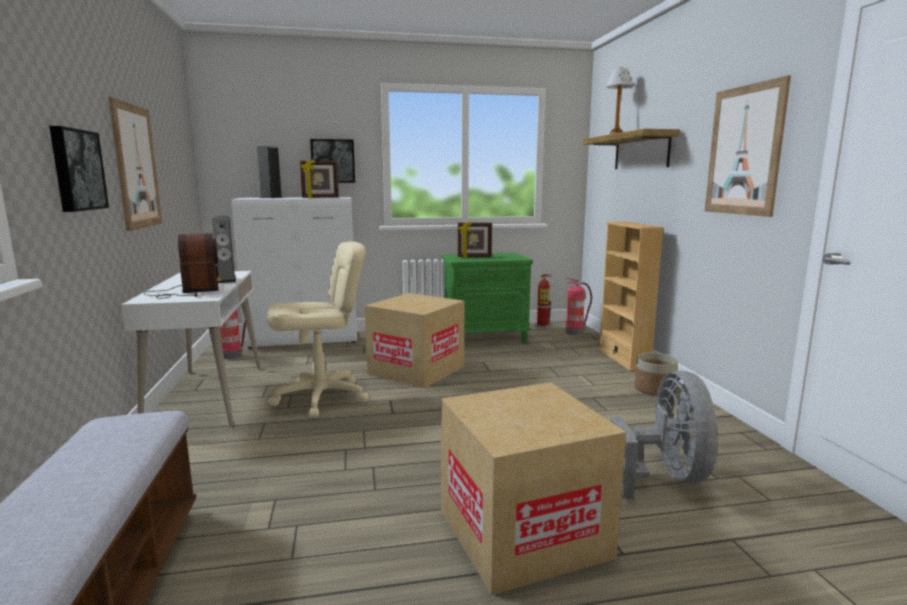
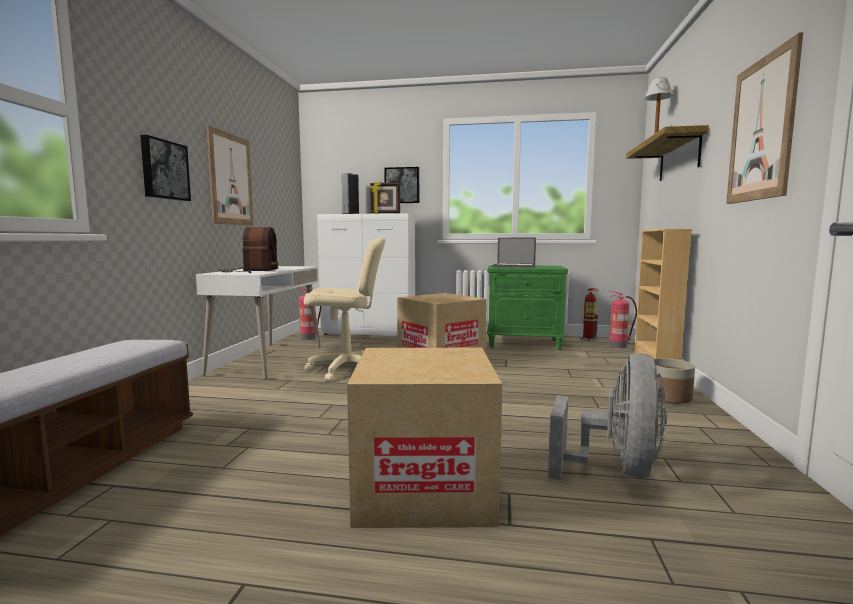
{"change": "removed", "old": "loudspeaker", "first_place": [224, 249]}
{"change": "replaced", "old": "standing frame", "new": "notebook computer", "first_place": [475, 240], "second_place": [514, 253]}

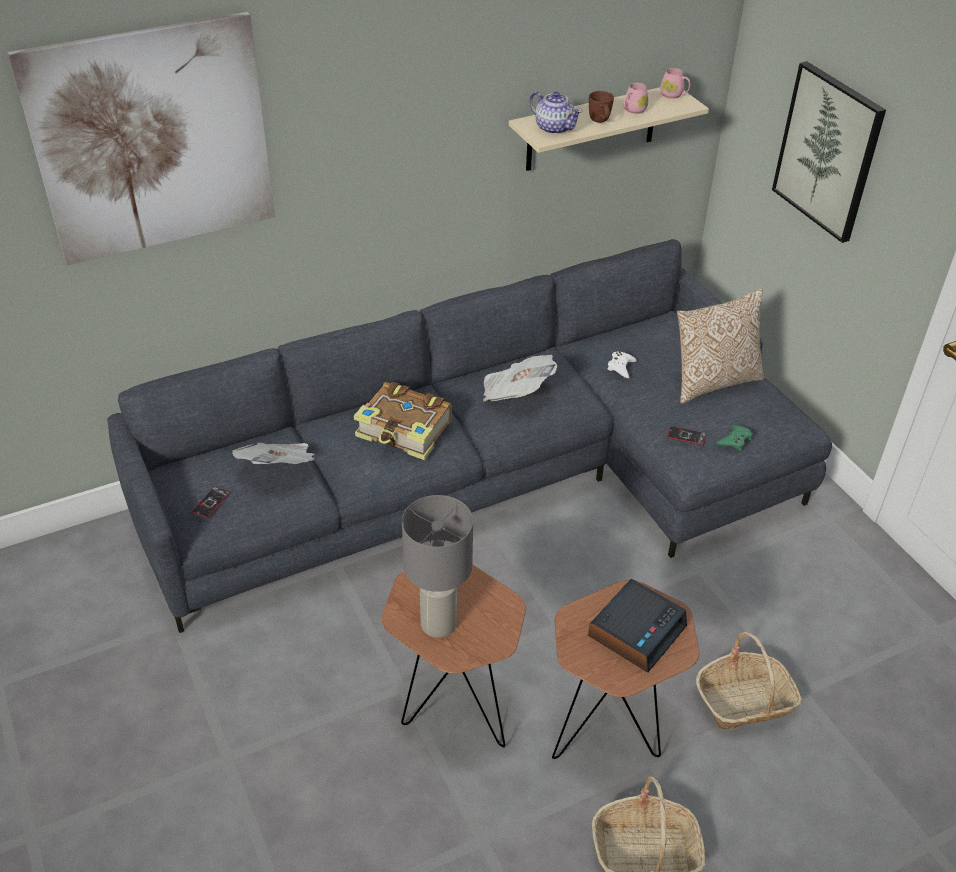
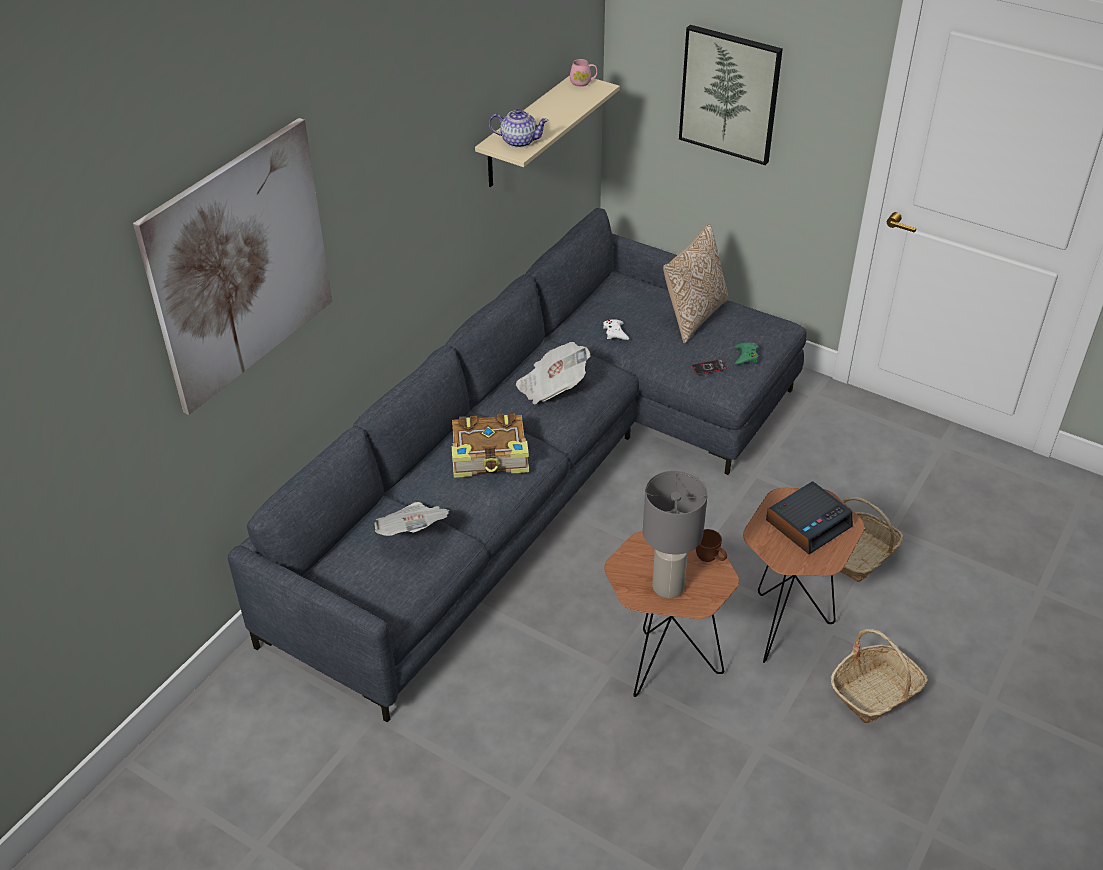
{"change": "removed", "old": "handset", "first_place": [211, 502]}
{"change": "removed", "old": "pink tea mug", "first_place": [635, 98]}
{"change": "moved", "old": "brown-coloured tea mug", "first_place": [601, 107], "second_place": [711, 545]}
{"change": "turned", "old": "bedside clock", "first_place": [637, 626], "second_place": [809, 517], "degrees": 45}

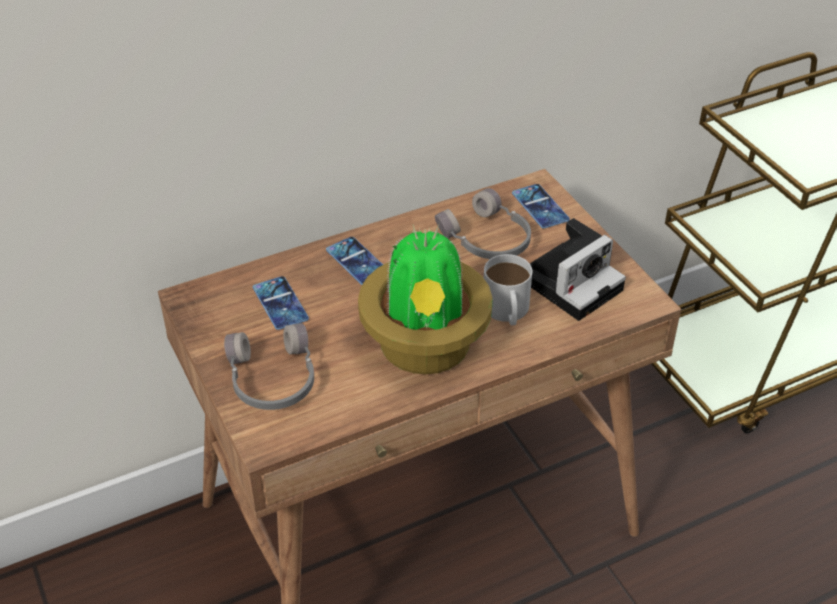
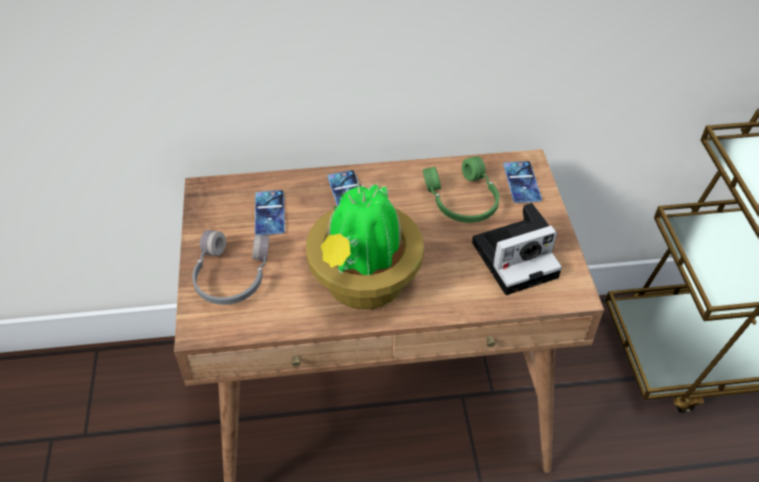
{"change": "removed", "old": "white-coloured tea mug", "first_place": [508, 289]}
{"change": "recoloured", "old": "gray pair of headphones", "new": "green pair of headphones", "first_place": [483, 223], "second_place": [461, 189]}

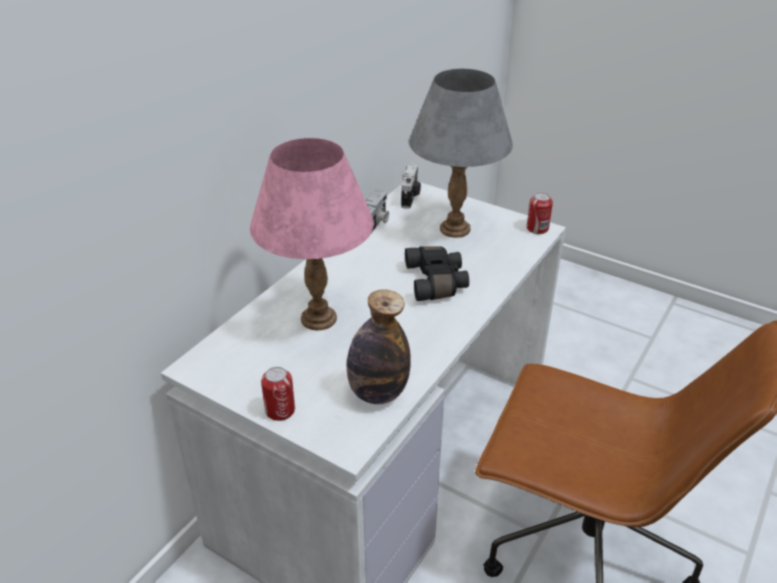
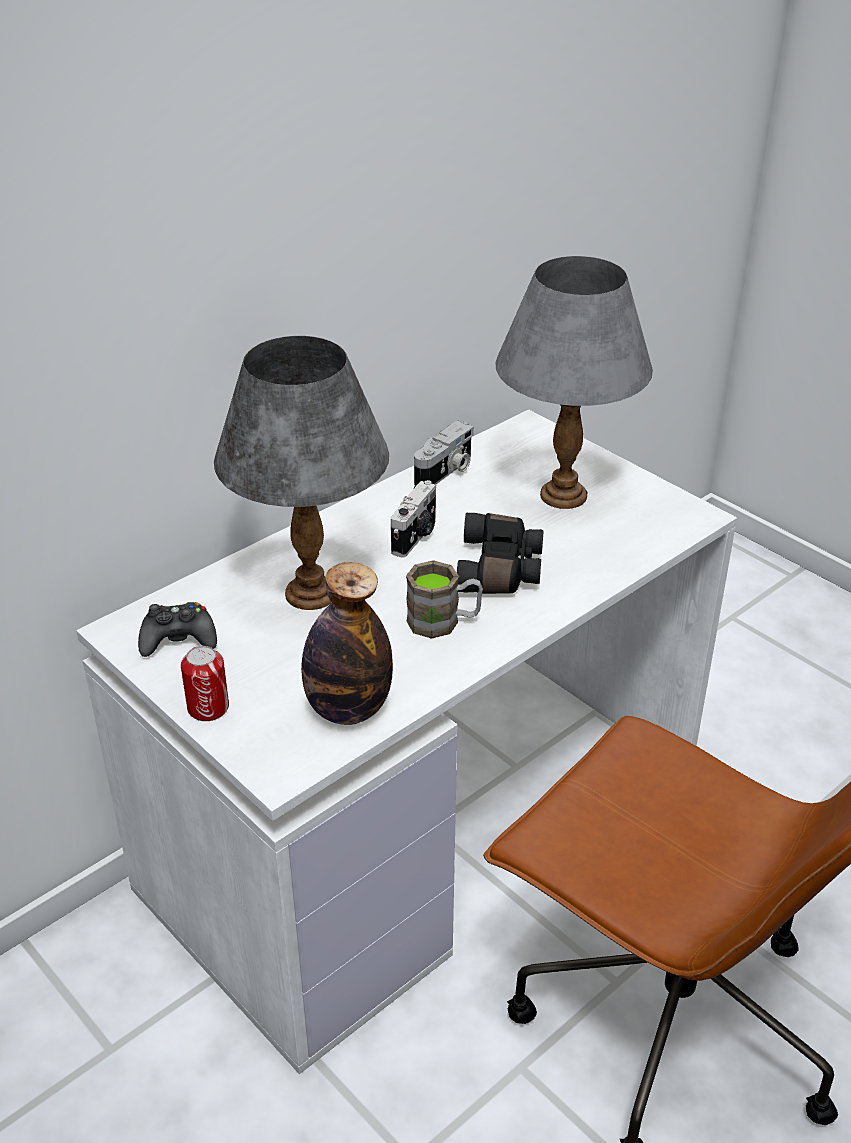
{"change": "removed", "old": "sealed can", "first_place": [540, 213]}
{"change": "added", "new": "blackish joypad", "second_place": [177, 629]}
{"change": "added", "new": "brown-coloured tea mug", "second_place": [444, 599]}
{"change": "moved", "old": "still camera", "first_place": [411, 186], "second_place": [413, 519]}
{"change": "recoloured", "old": "pink table lamp", "new": "gray table lamp", "first_place": [312, 234], "second_place": [301, 473]}

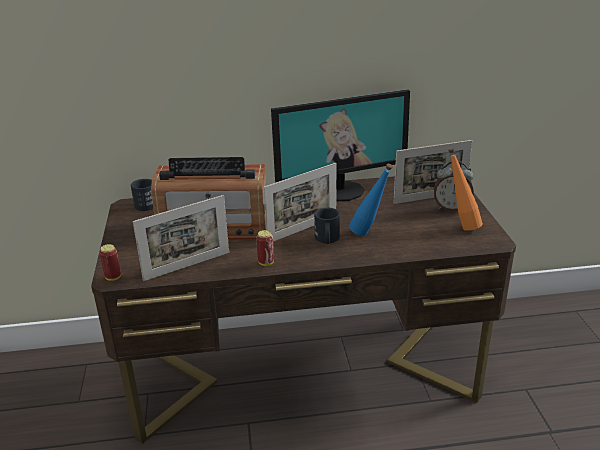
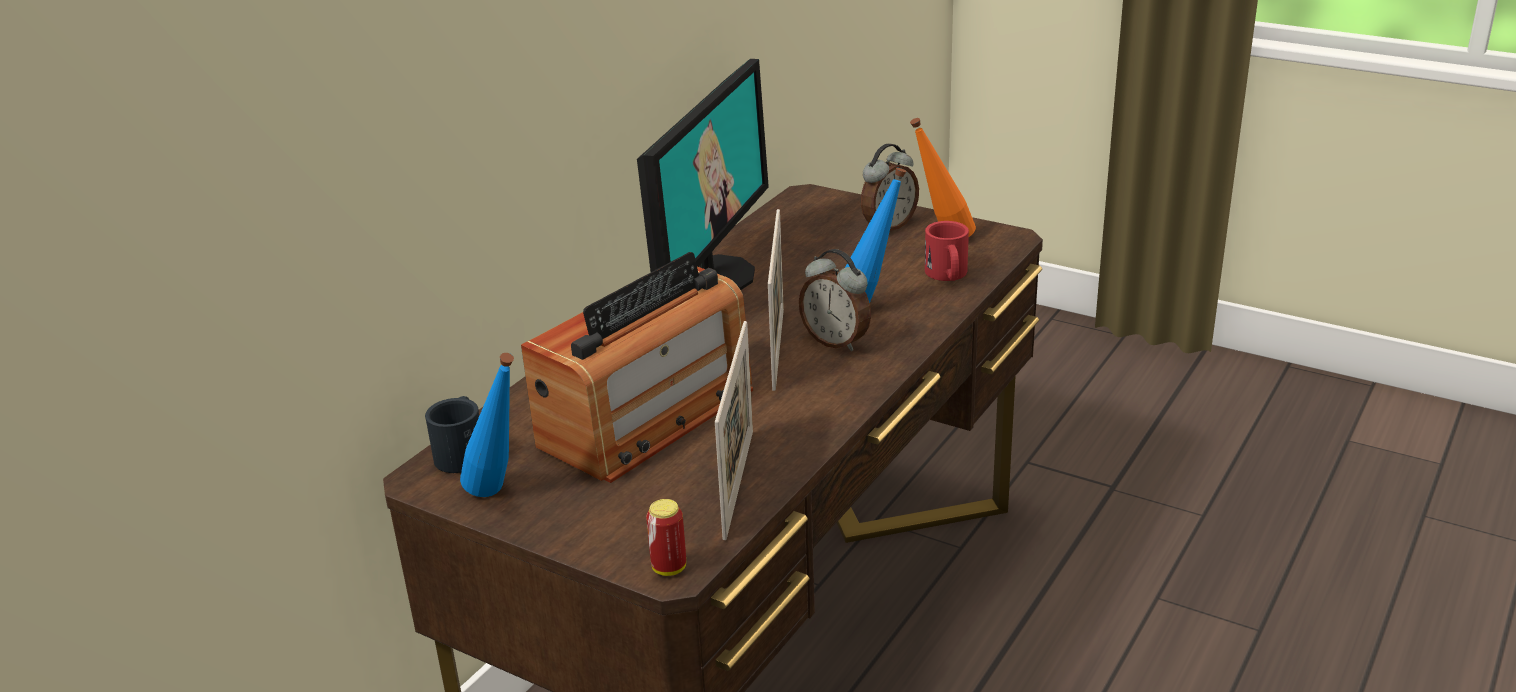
{"change": "removed", "old": "sealed can", "first_place": [265, 248]}
{"change": "removed", "old": "standing frame", "first_place": [433, 172]}
{"change": "added", "new": "bluish drink bottle", "second_place": [487, 425]}
{"change": "added", "new": "red-coloured tea mug", "second_place": [947, 251]}
{"change": "replaced", "old": "blackish tea mug", "new": "bedside clock", "first_place": [327, 225], "second_place": [835, 300]}

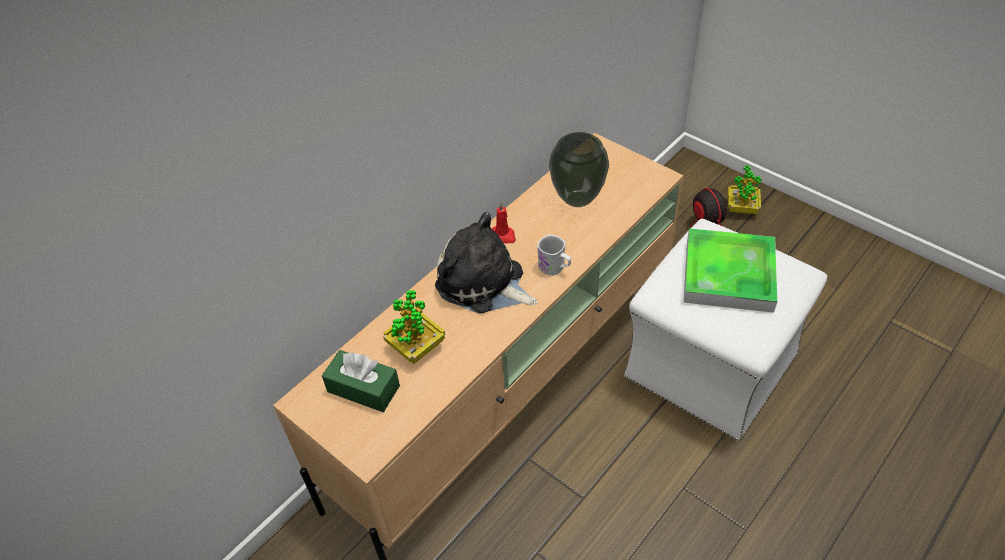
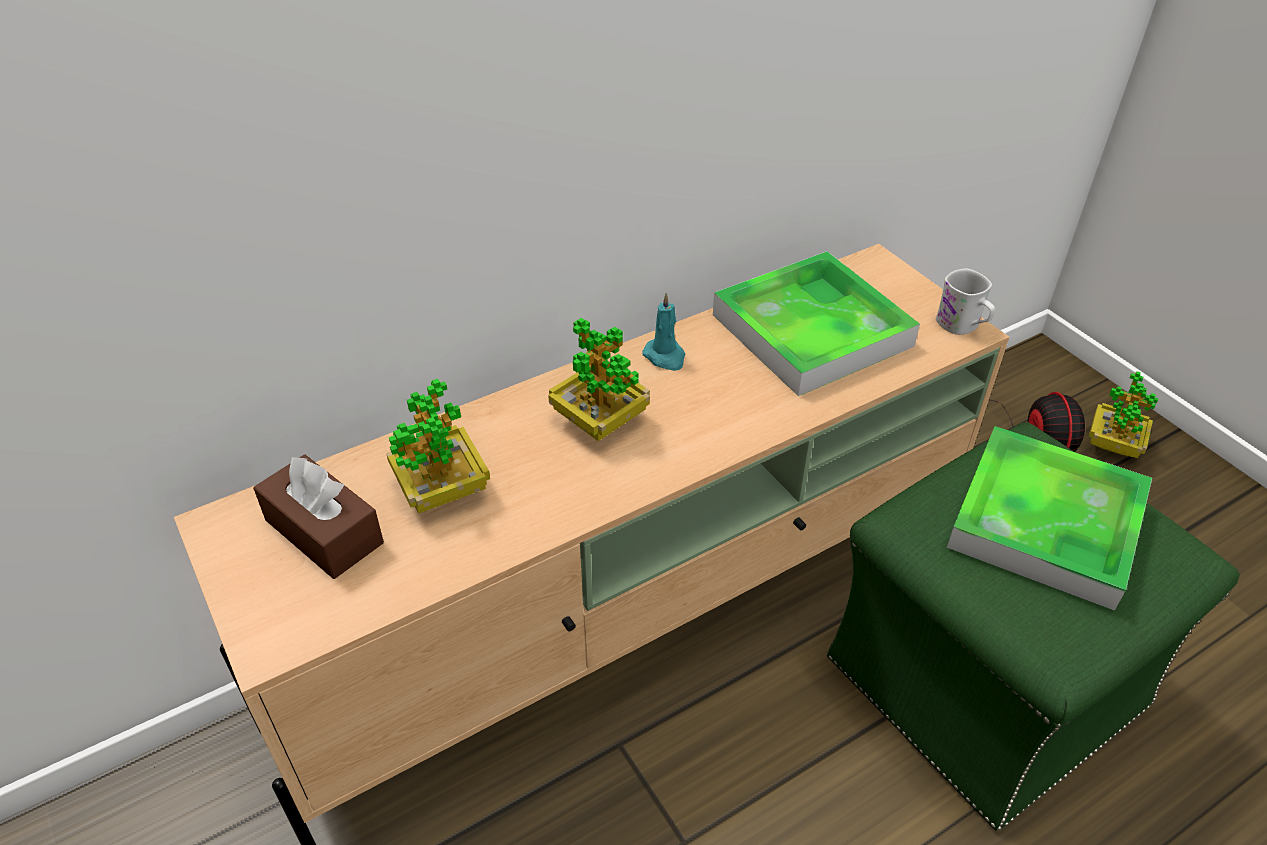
{"change": "moved", "old": "white-coloured tea mug", "first_place": [554, 255], "second_place": [965, 301]}
{"change": "replaced", "old": "soft toy", "new": "plant in a pot", "first_place": [486, 263], "second_place": [599, 379]}
{"change": "replaced", "old": "vase", "new": "serving tray", "first_place": [579, 169], "second_place": [816, 323]}
{"change": "recoloured", "old": "green tissue box", "new": "brown-coloured tissue box", "first_place": [361, 381], "second_place": [318, 516]}
{"change": "recoloured", "old": "red-coloured wax candle", "new": "turquoise wax candle", "first_place": [504, 223], "second_place": [664, 332]}
{"change": "recoloured", "old": "white-coloured footrest", "new": "green footrest", "first_place": [725, 330], "second_place": [1033, 626]}

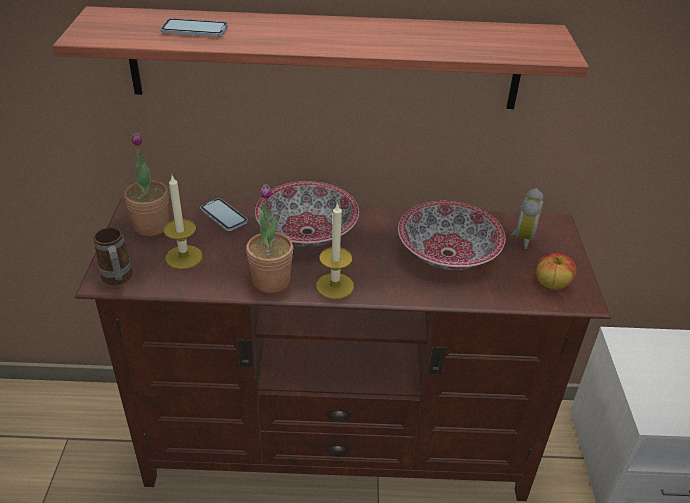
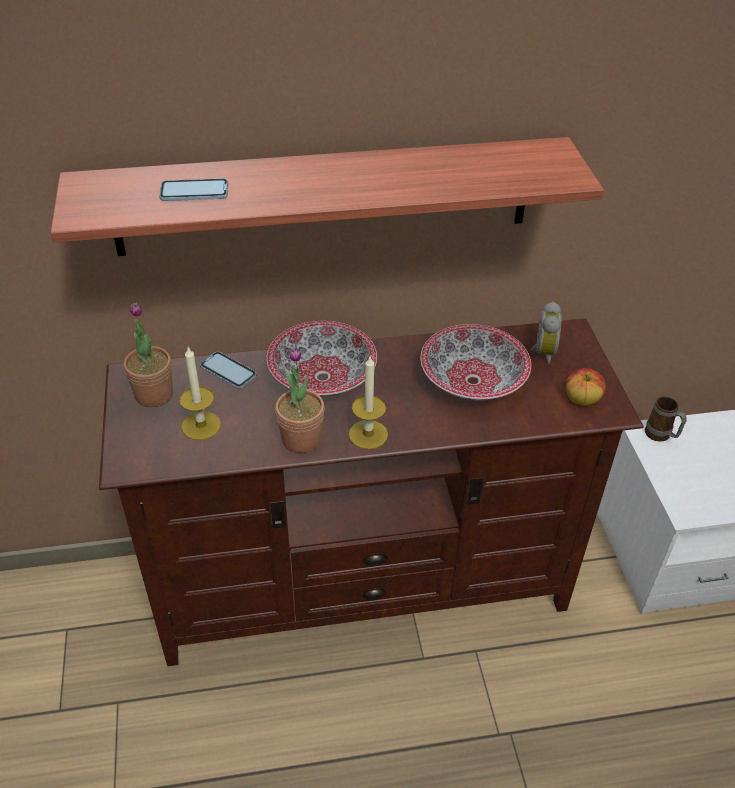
{"change": "moved", "old": "tea mug", "first_place": [113, 256], "second_place": [666, 419]}

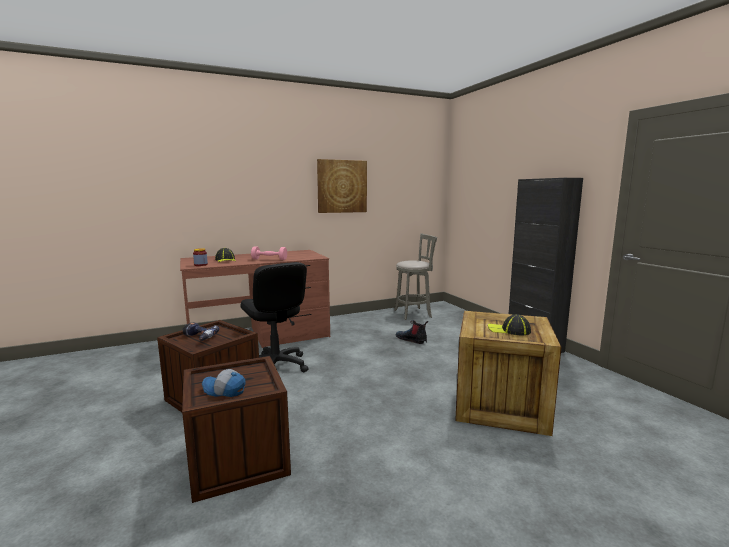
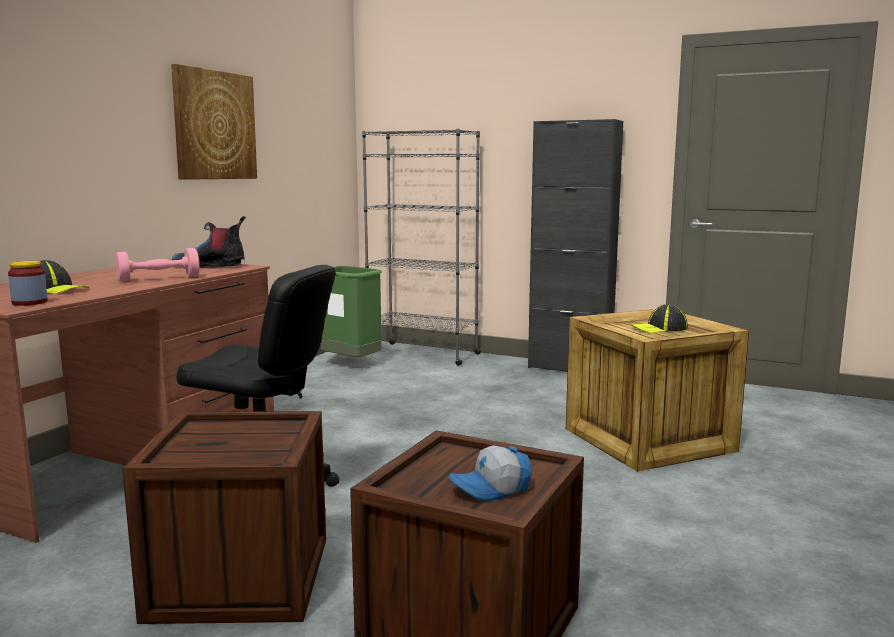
{"change": "removed", "old": "power drill", "first_place": [201, 332]}
{"change": "added", "new": "gray shelving unit", "second_place": [421, 247]}
{"change": "moved", "old": "tall boot", "first_place": [412, 332], "second_place": [209, 241]}
{"change": "replaced", "old": "gray stool seat", "new": "green rubbish bin", "first_place": [415, 276], "second_place": [351, 311]}

